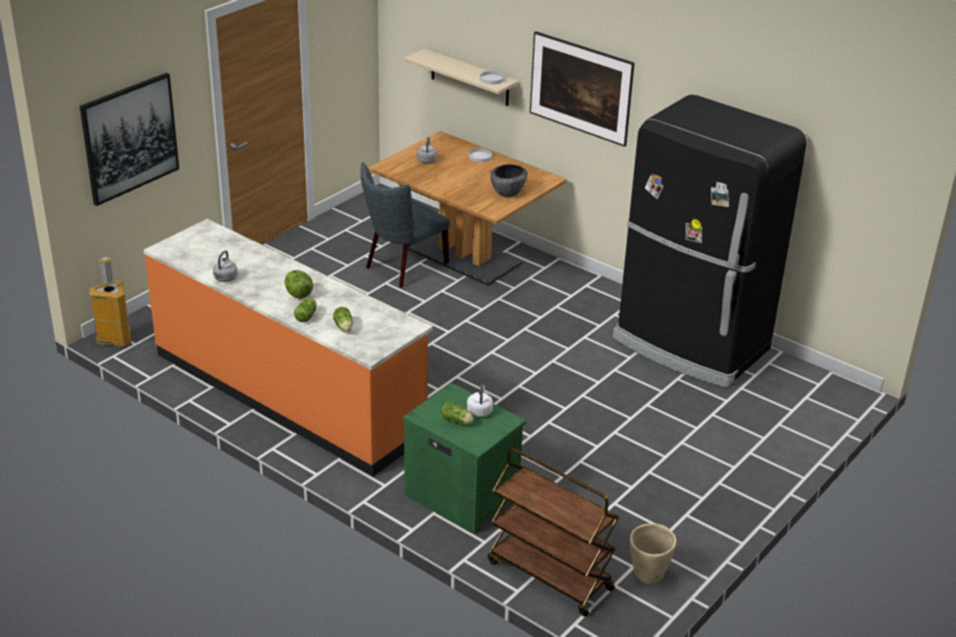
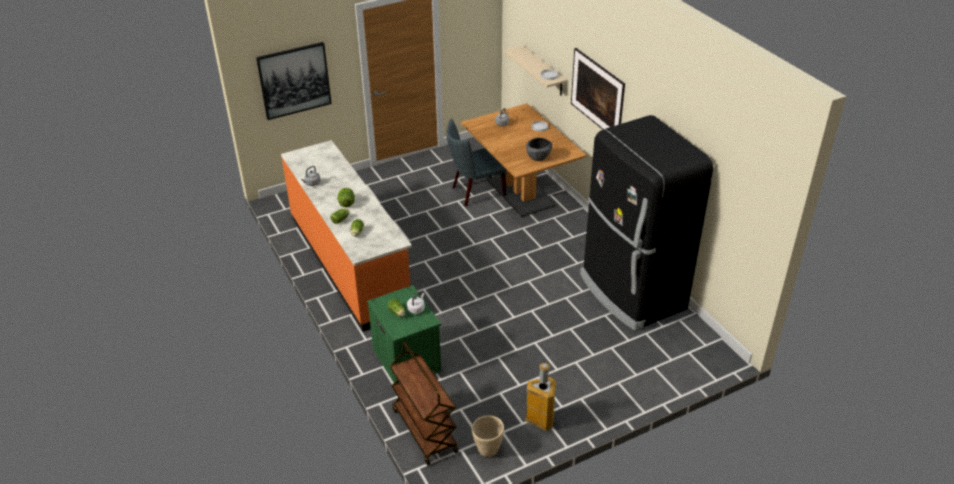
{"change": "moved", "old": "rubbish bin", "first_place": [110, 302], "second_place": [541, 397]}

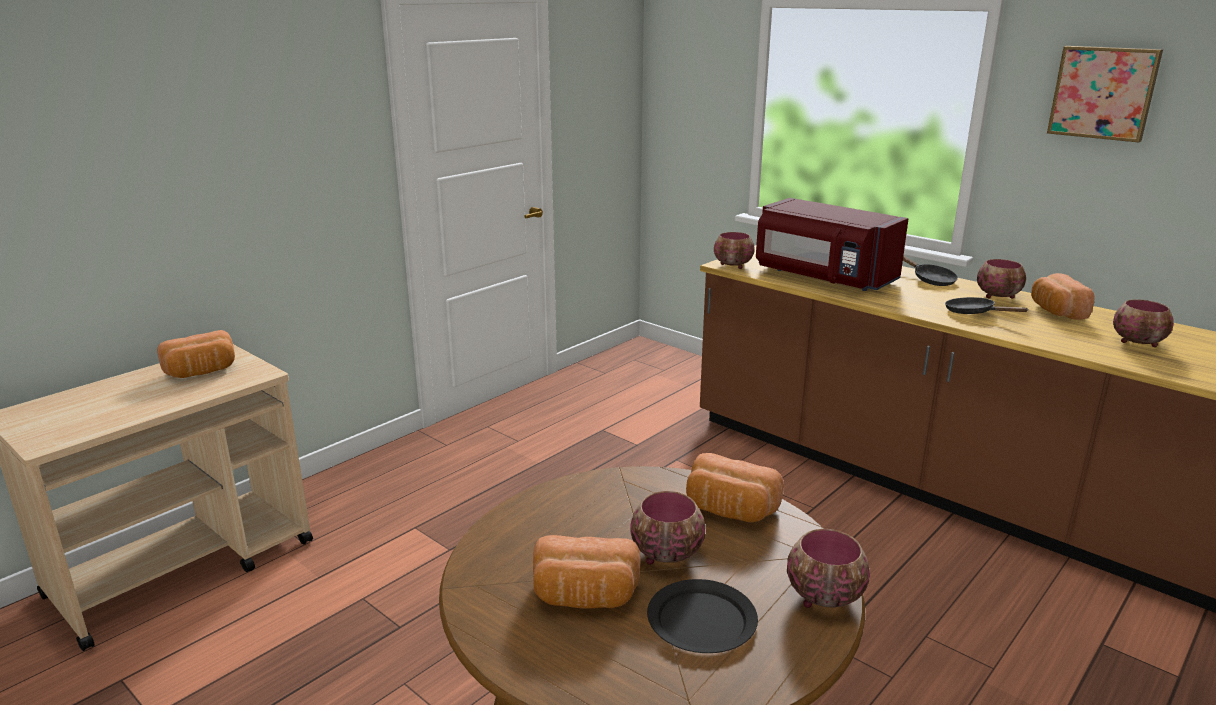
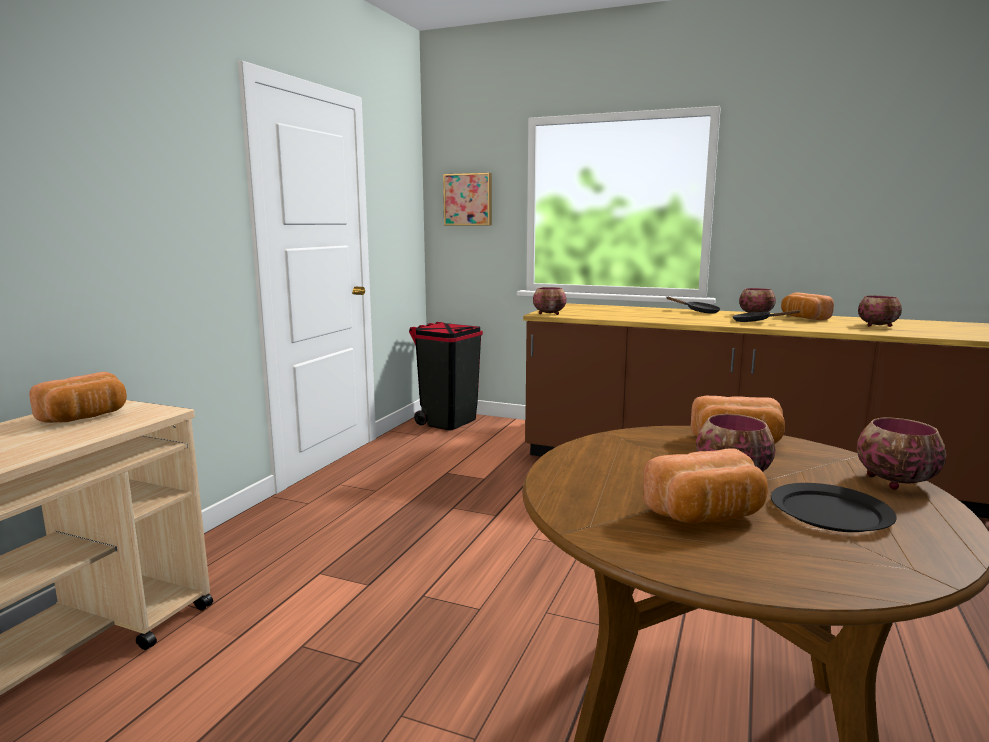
{"change": "removed", "old": "red-coloured microwave oven", "first_place": [832, 244]}
{"change": "added", "new": "blackish rubbish bin", "second_place": [446, 376]}
{"change": "moved", "old": "wall art", "first_place": [1105, 94], "second_place": [467, 199]}

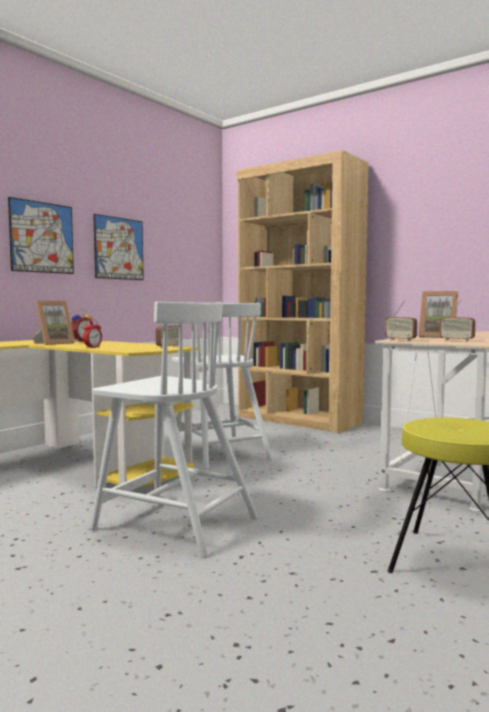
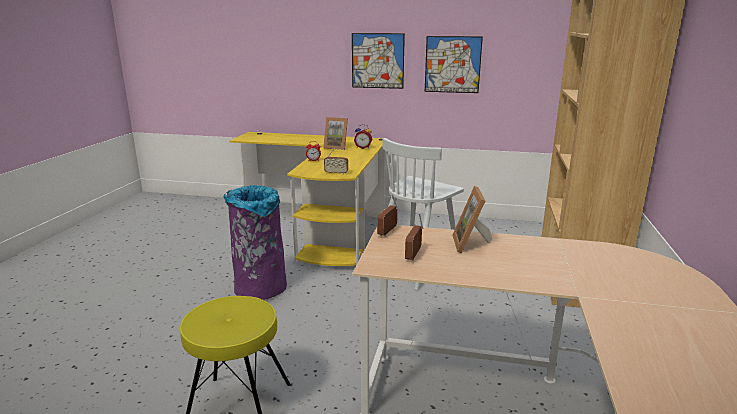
{"change": "replaced", "old": "white-coloured chair", "new": "purple-coloured rubbish bin", "first_place": [174, 430], "second_place": [255, 242]}

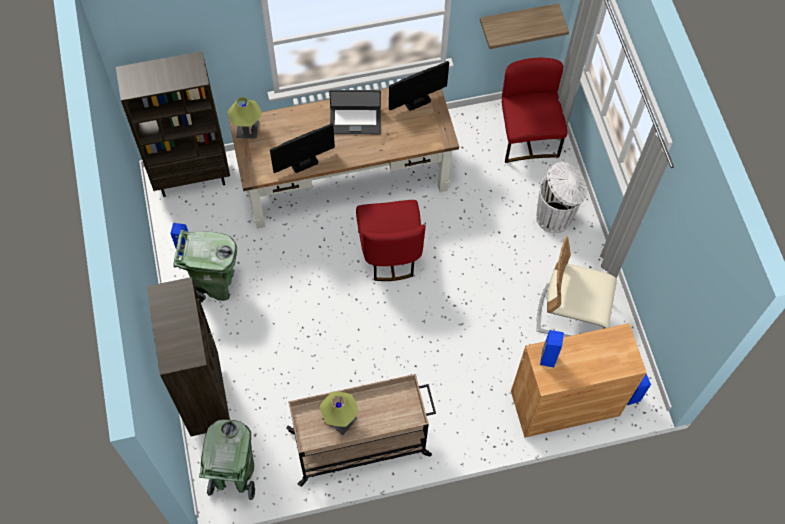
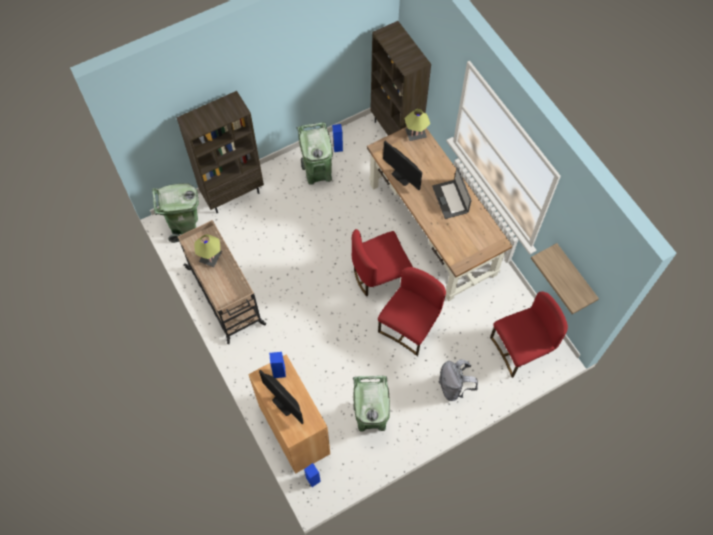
{"change": "added", "new": "red-coloured chair", "second_place": [412, 311]}
{"change": "moved", "old": "monitor", "first_place": [419, 86], "second_place": [281, 396]}
{"change": "replaced", "old": "white-coloured rubbish bin", "new": "gray rucksack", "first_place": [561, 197], "second_place": [458, 380]}
{"change": "replaced", "old": "beige-coloured chair", "new": "green rubbish bin", "first_place": [577, 286], "second_place": [371, 404]}

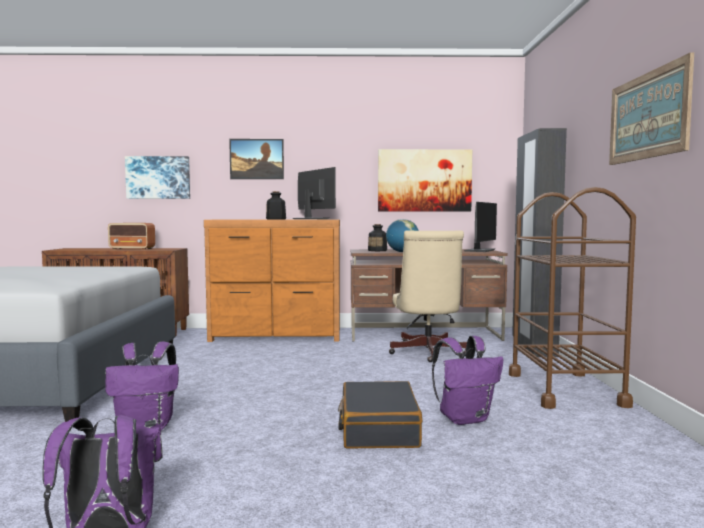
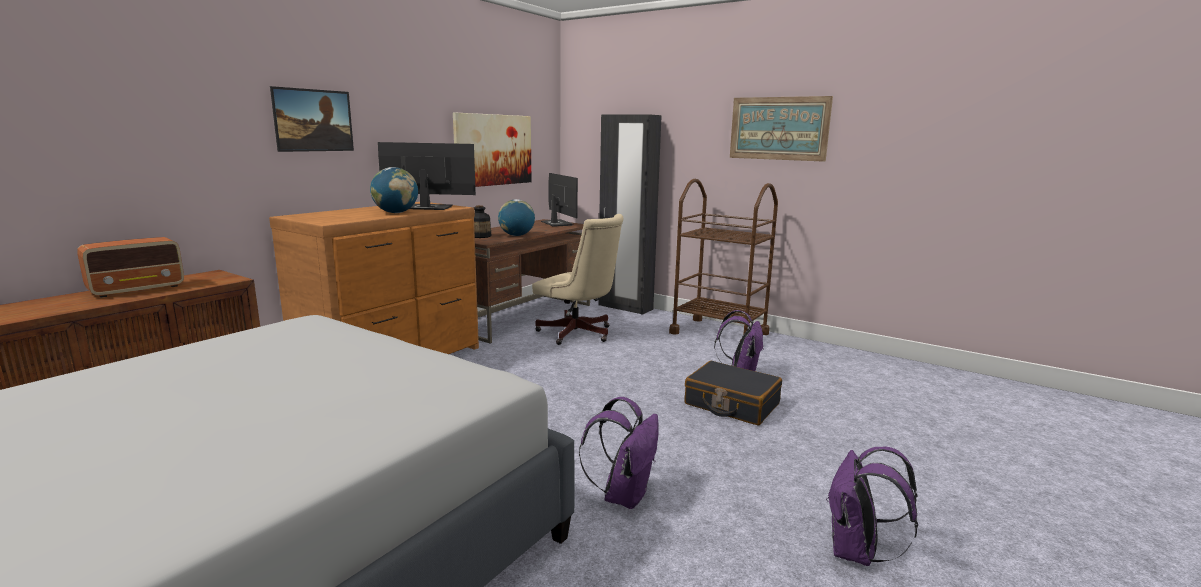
{"change": "removed", "old": "wall art", "first_place": [157, 177]}
{"change": "replaced", "old": "drink bottle", "new": "globe", "first_place": [276, 205], "second_place": [394, 190]}

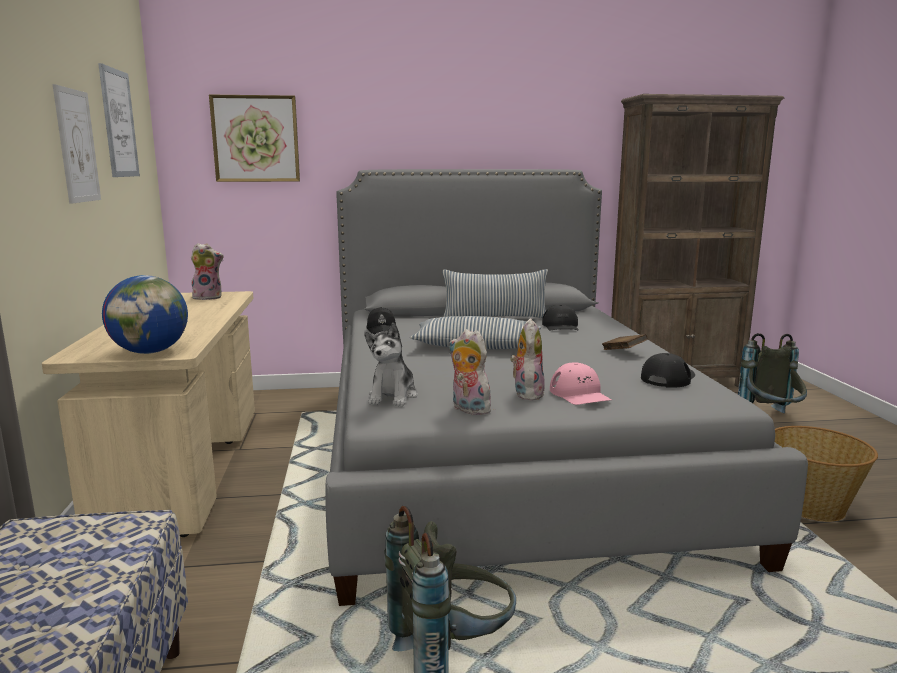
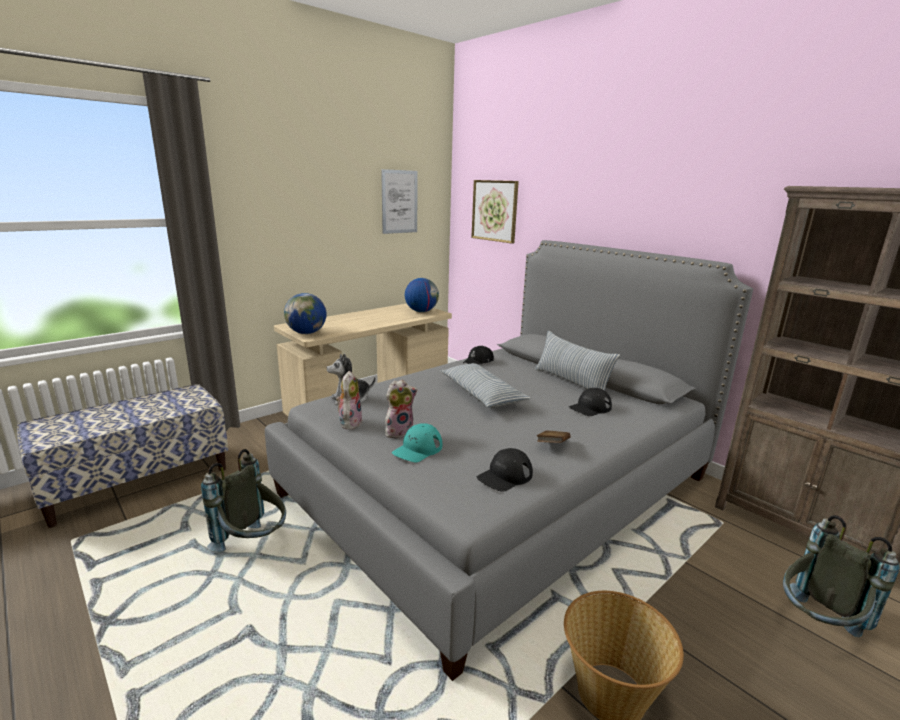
{"change": "removed", "old": "wall art", "first_place": [77, 144]}
{"change": "replaced", "old": "soft toy", "new": "globe", "first_place": [207, 271], "second_place": [422, 295]}
{"change": "recoloured", "old": "pink peaked cap", "new": "turquoise peaked cap", "first_place": [580, 384], "second_place": [417, 442]}
{"change": "turned", "old": "blackish peaked cap", "first_place": [668, 370], "second_place": [505, 470], "degrees": 135}

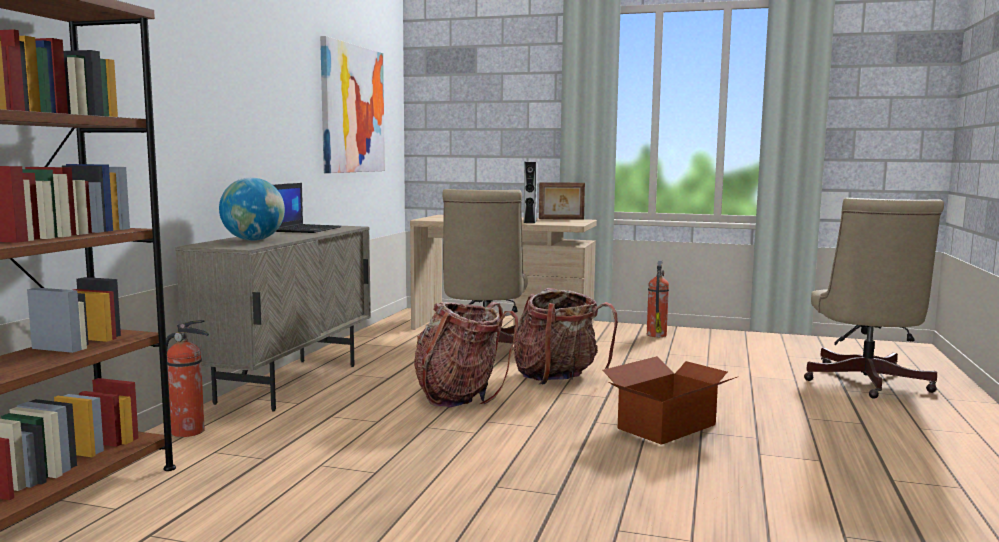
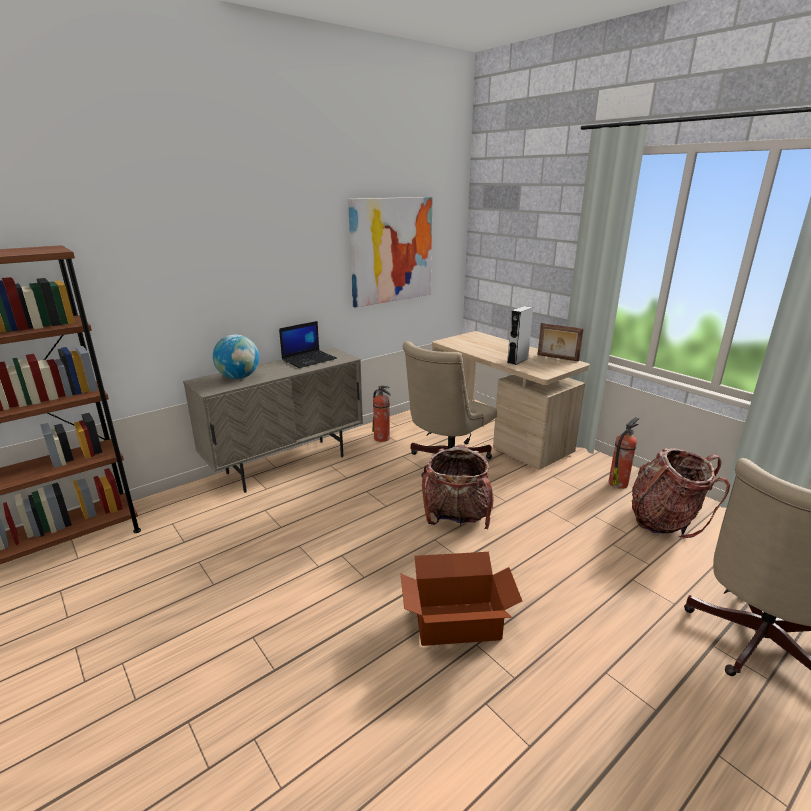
{"change": "moved", "old": "extinguisher", "first_place": [186, 378], "second_place": [381, 414]}
{"change": "moved", "old": "rucksack", "first_place": [466, 354], "second_place": [681, 493]}

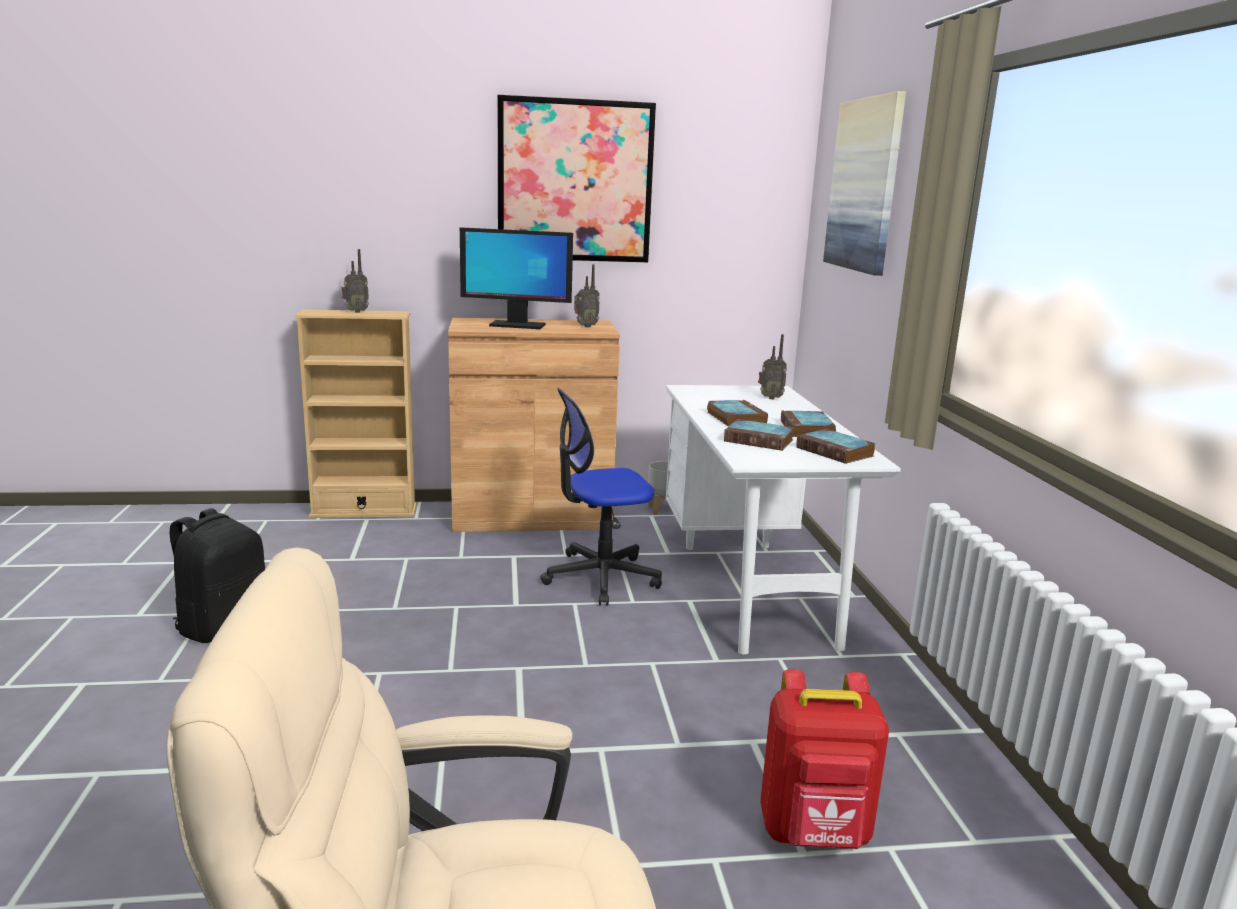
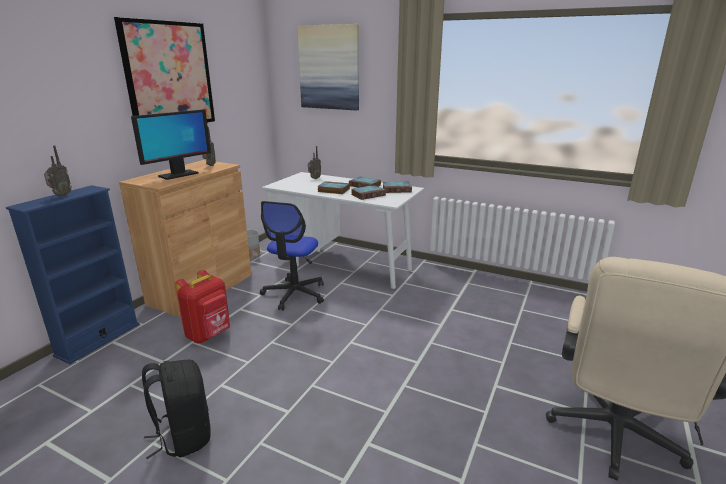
{"change": "moved", "old": "red-coloured rucksack", "first_place": [824, 759], "second_place": [202, 306]}
{"change": "recoloured", "old": "beige-coloured shelving unit", "new": "bluish shelving unit", "first_place": [355, 413], "second_place": [73, 274]}

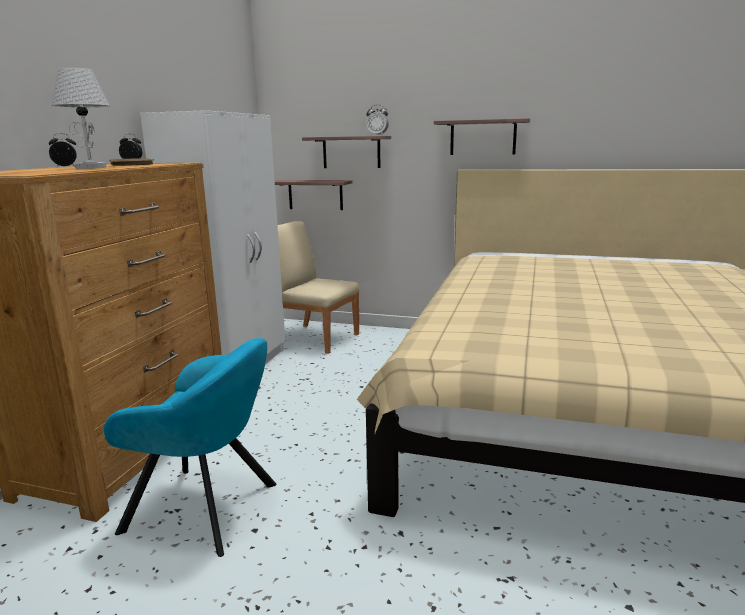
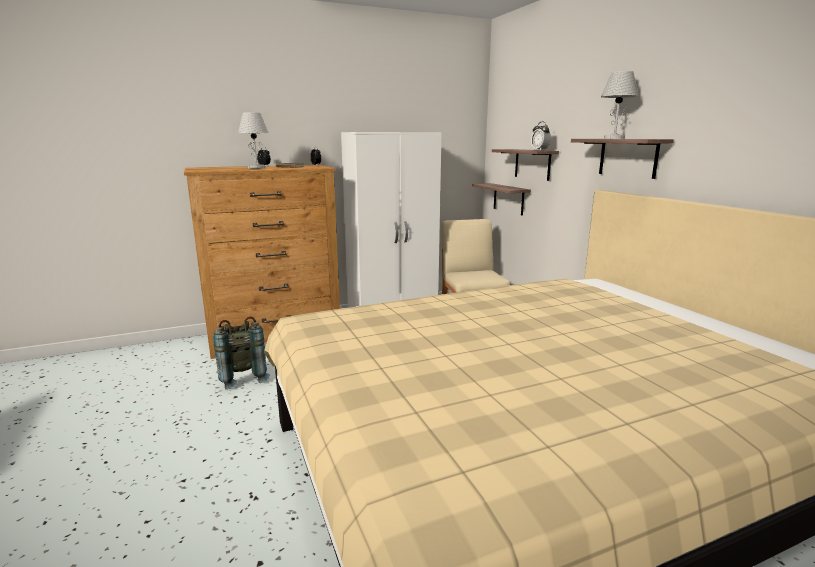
{"change": "added", "new": "white-coloured table lamp", "second_place": [620, 105]}
{"change": "replaced", "old": "turquoise lounge chair", "new": "gray rucksack", "first_place": [190, 447], "second_place": [241, 353]}

